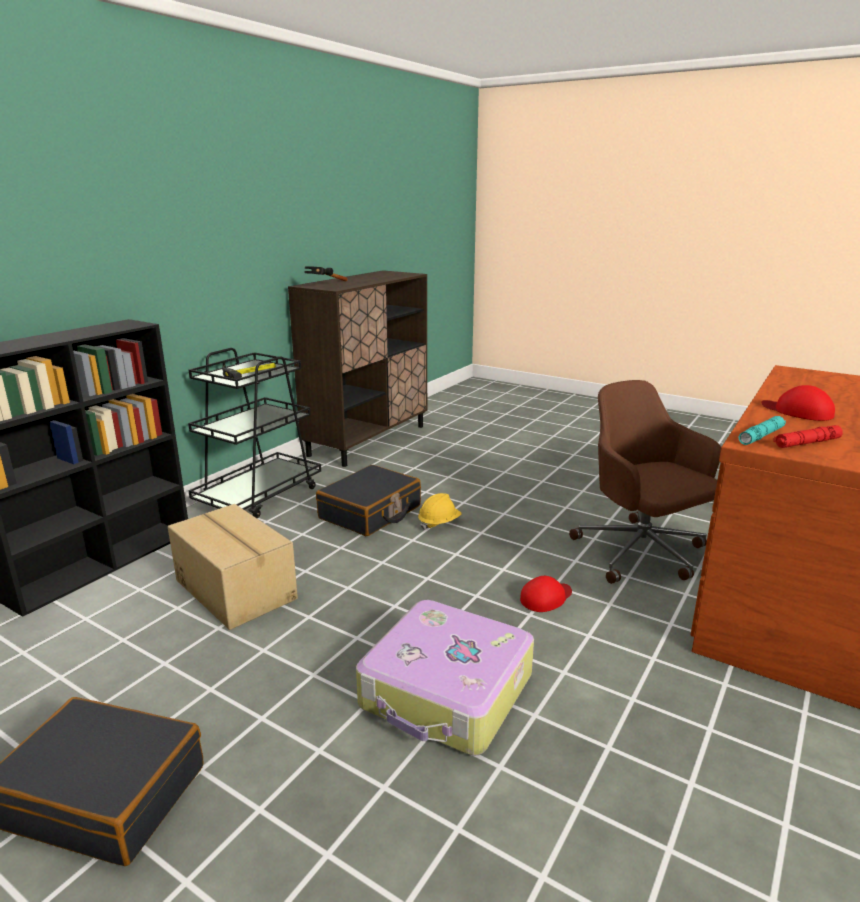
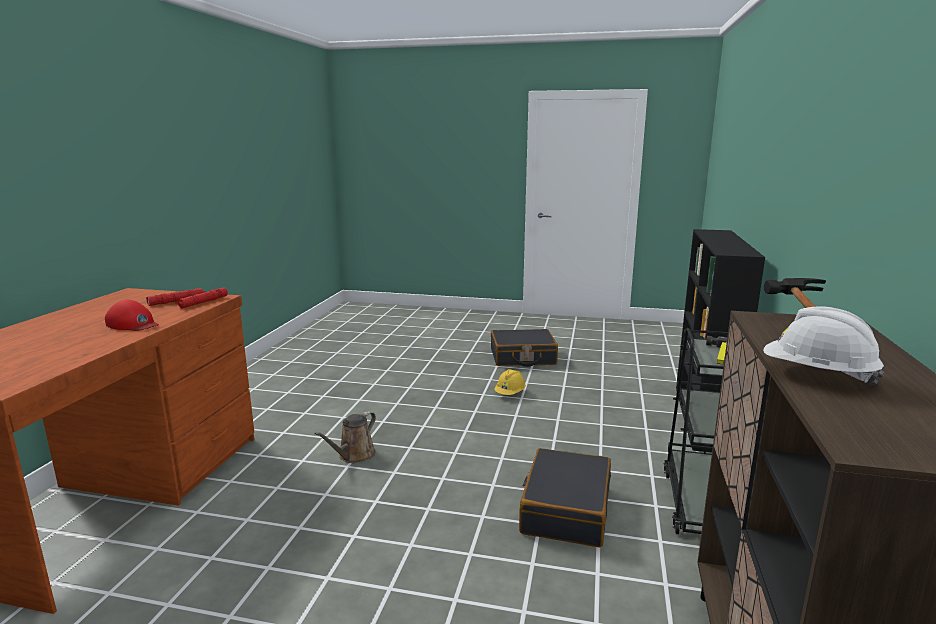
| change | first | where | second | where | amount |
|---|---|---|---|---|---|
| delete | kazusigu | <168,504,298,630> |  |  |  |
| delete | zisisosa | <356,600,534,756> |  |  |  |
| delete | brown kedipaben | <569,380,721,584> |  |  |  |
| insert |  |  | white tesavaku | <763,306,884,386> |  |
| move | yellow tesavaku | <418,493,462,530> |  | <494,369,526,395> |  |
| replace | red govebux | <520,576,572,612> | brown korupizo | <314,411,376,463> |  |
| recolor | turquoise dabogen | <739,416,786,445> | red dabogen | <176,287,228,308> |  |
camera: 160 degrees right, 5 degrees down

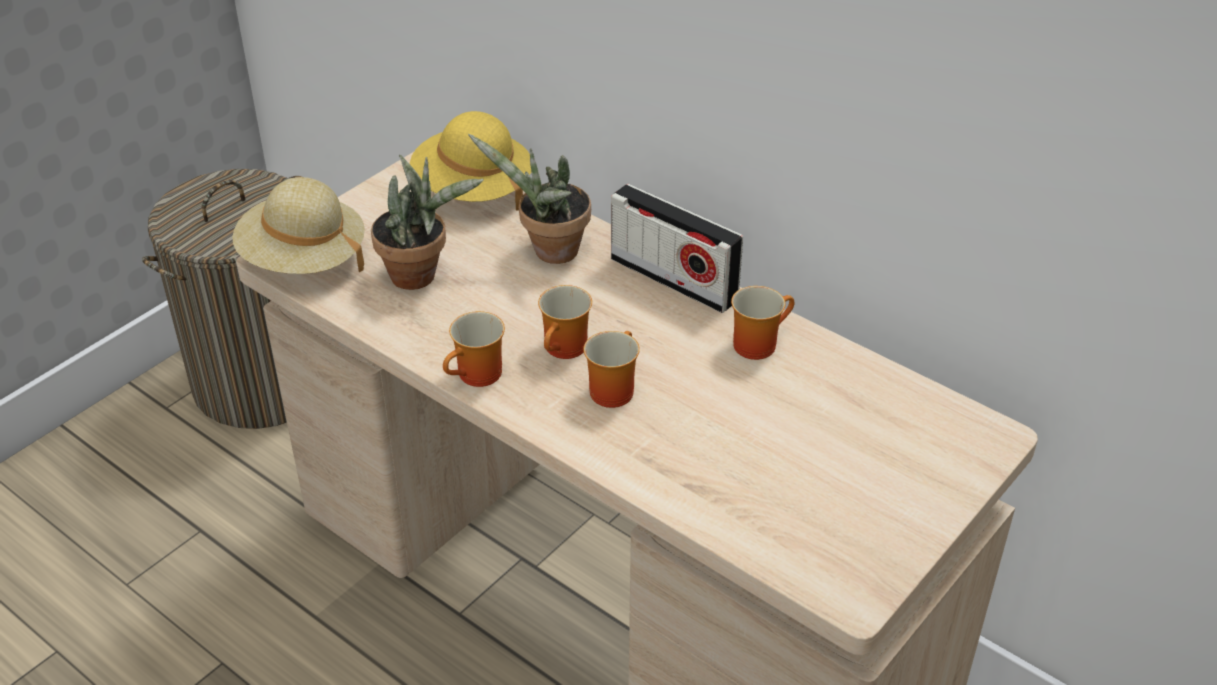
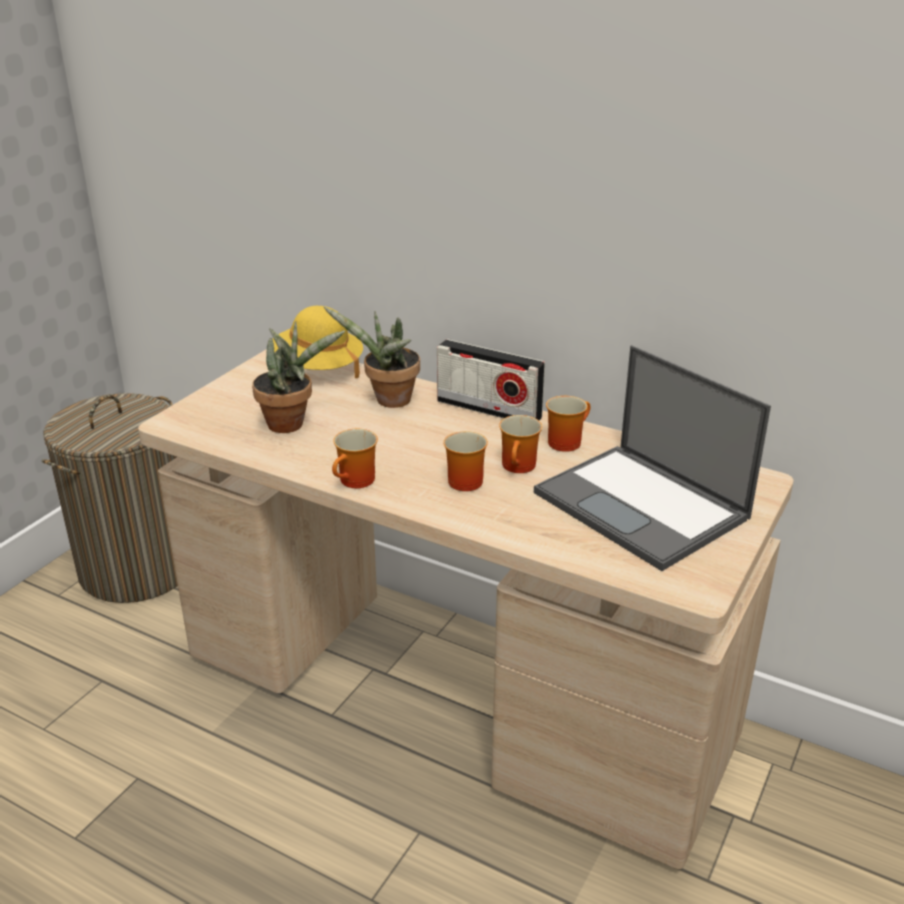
| change | first | where | second | where | amount |
|---|---|---|---|---|---|
| delete | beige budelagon | <232,177,365,274> |  |  |  |
| insert |  |  | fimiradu | <534,345,771,571> |  |
| move | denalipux | <538,285,592,359> |  | <499,415,542,473> |  |
camera: 10 degrees left, 10 degrees down

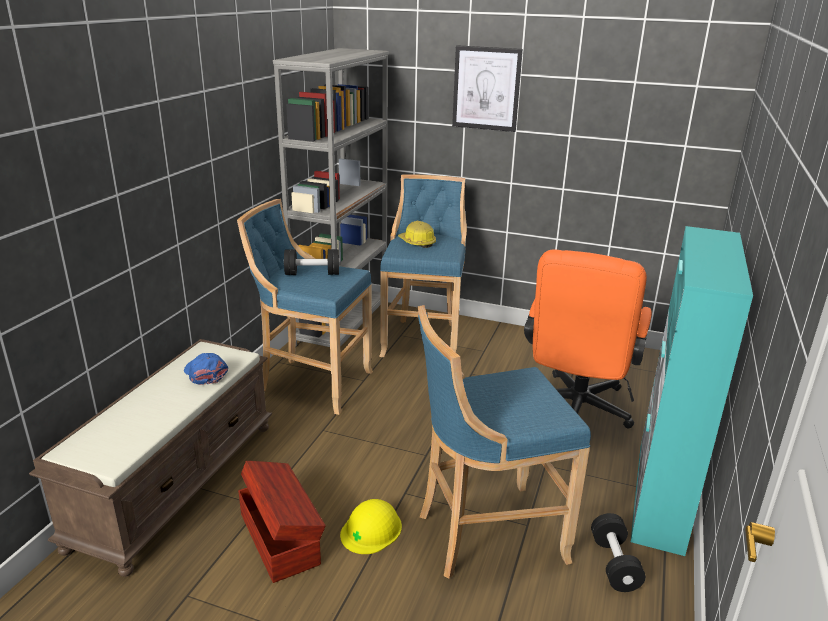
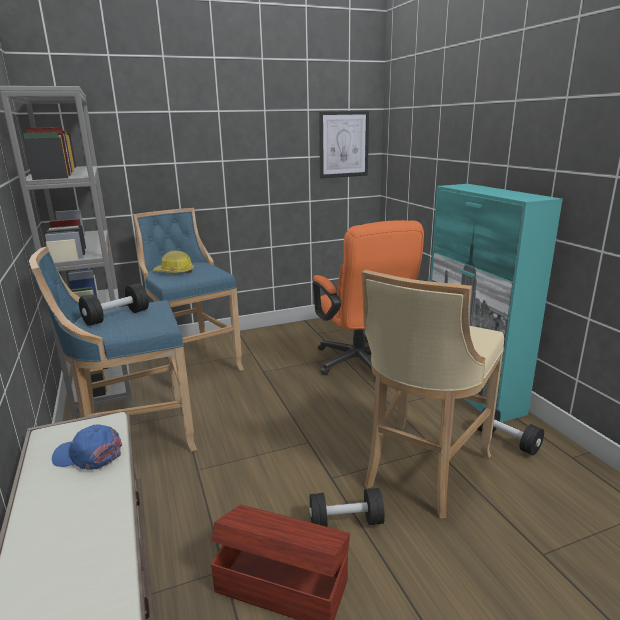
| change | first | where | second | where | amount |
|---|---|---|---|---|---|
| move | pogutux | <452,45,523,132> |  | <319,111,369,178> |  |
| replace | yellow tesavaku | <340,499,402,554> | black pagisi | <309,488,385,527> |  |
| recolor | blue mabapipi | <418,305,591,579> | beige mabapipi | <362,270,504,518> |  |
camera: 40 degrees left, 5 degrees down

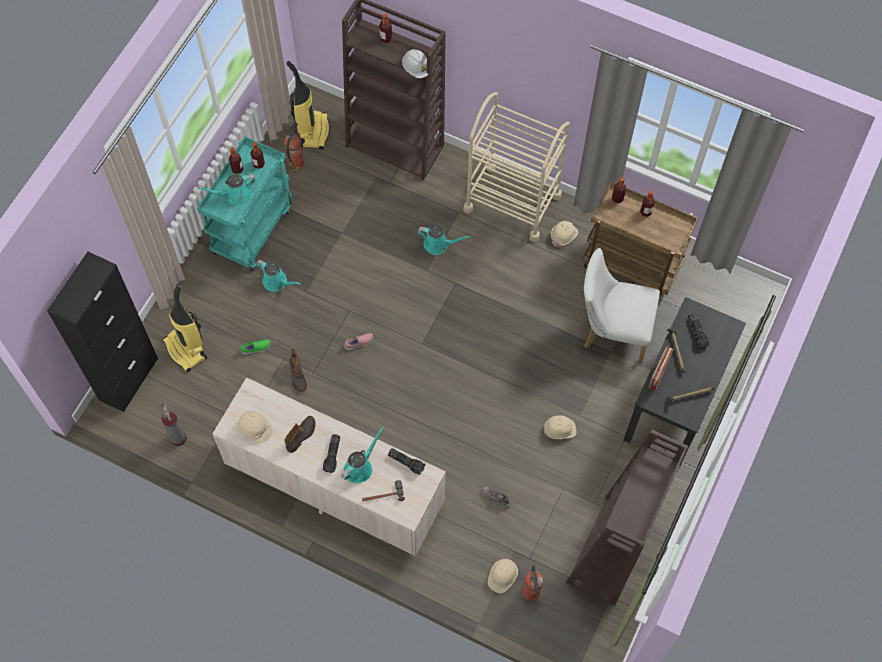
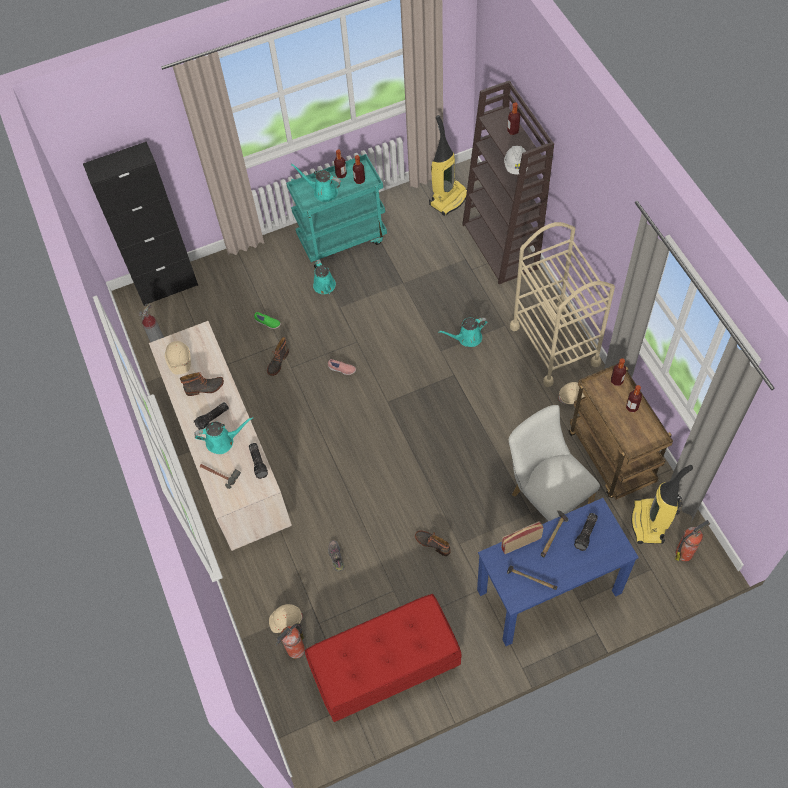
| change | first | where | second | where | amount |
|---|---|---|---|---|---|
| move | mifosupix | <163,283,207,372> |  | <631,465,693,544> |  |
| move | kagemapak | <284,122,304,171> |  | <675,520,710,561> |  |
| replace | beige tesavaku | <544,415,576,439> | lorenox | <415,531,451,556> |  |
| replace | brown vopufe | <565,430,688,606> | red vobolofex | <305,594,461,722> |  |
| recolor | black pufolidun | <624,297,746,465> | blue pufolidun | <477,498,639,646> |  |
| rotate | turquoise korupizo | <417,225,471,255> |  | <438,317,488,347> | 105 degrees clockwise |
camera: 45 degrees right, 5 degrees down

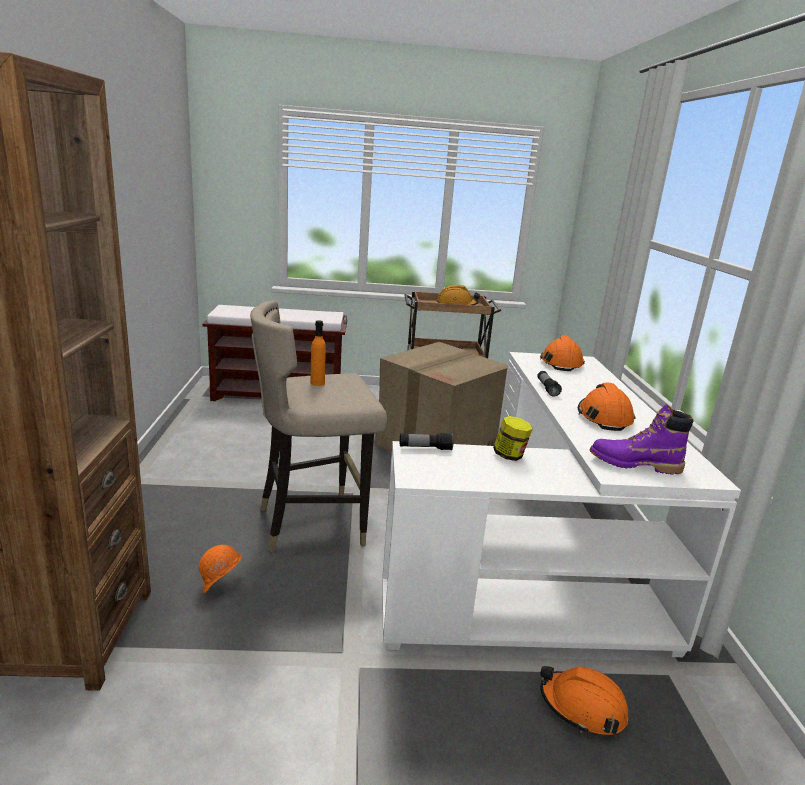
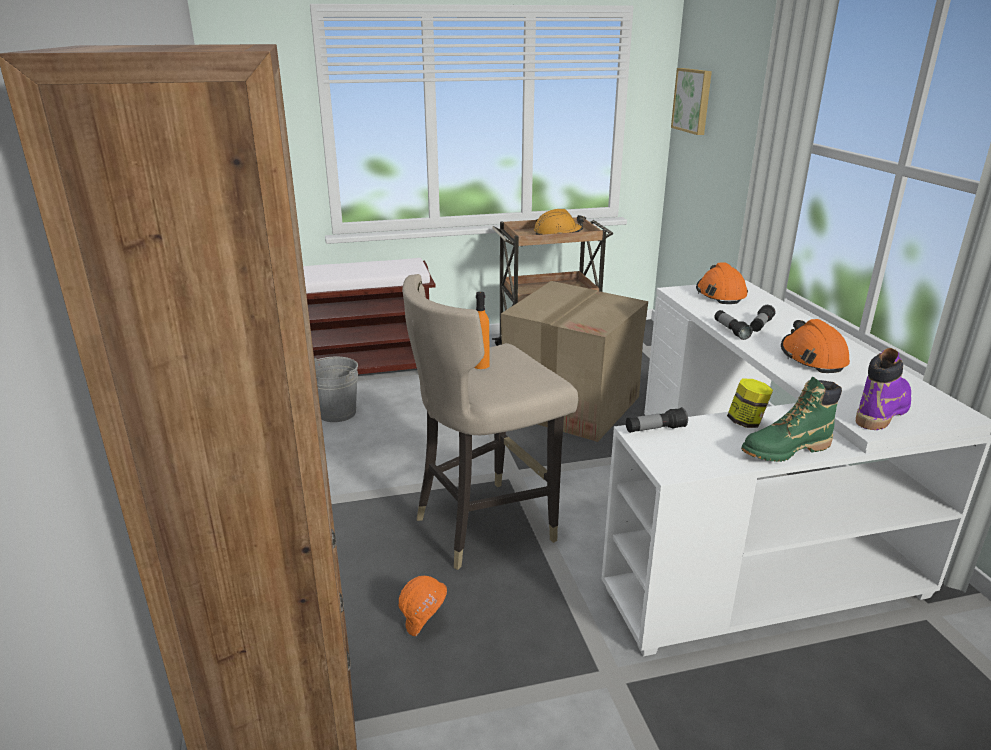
| change | first | where | second | where | amount |
|---|---|---|---|---|---|
| delete | orange tesavaku | <540,666,628,735> |  |  |  |
| insert |  |  | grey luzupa | <314,357,358,422> |  |
| insert |  |  | pogutux | <671,68,712,135> |  |
| insert |  |  | green lorenox | <741,377,842,462> |  |
| insert |  |  | dabogen | <750,305,775,332> |  |
| rotate | purple lorenox | <589,404,693,475> |  | <856,348,911,430> | 135 degrees clockwise |
camera: 10 degrees left, 5 degrees up

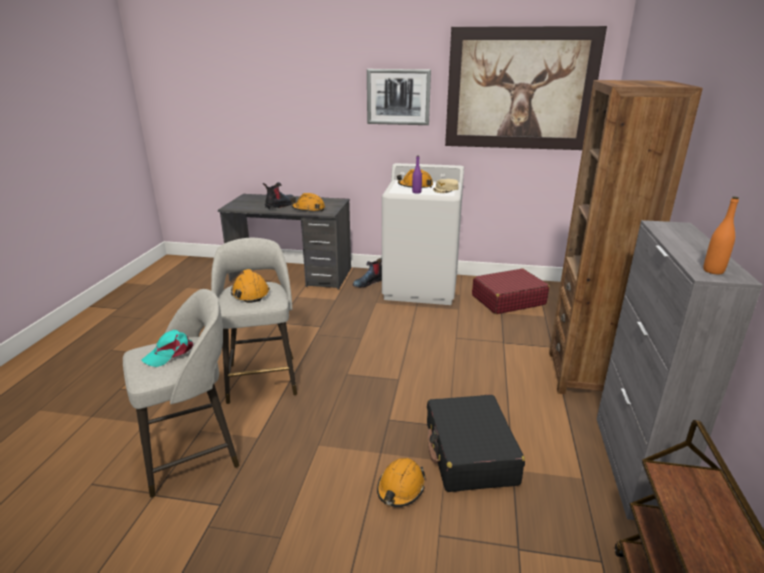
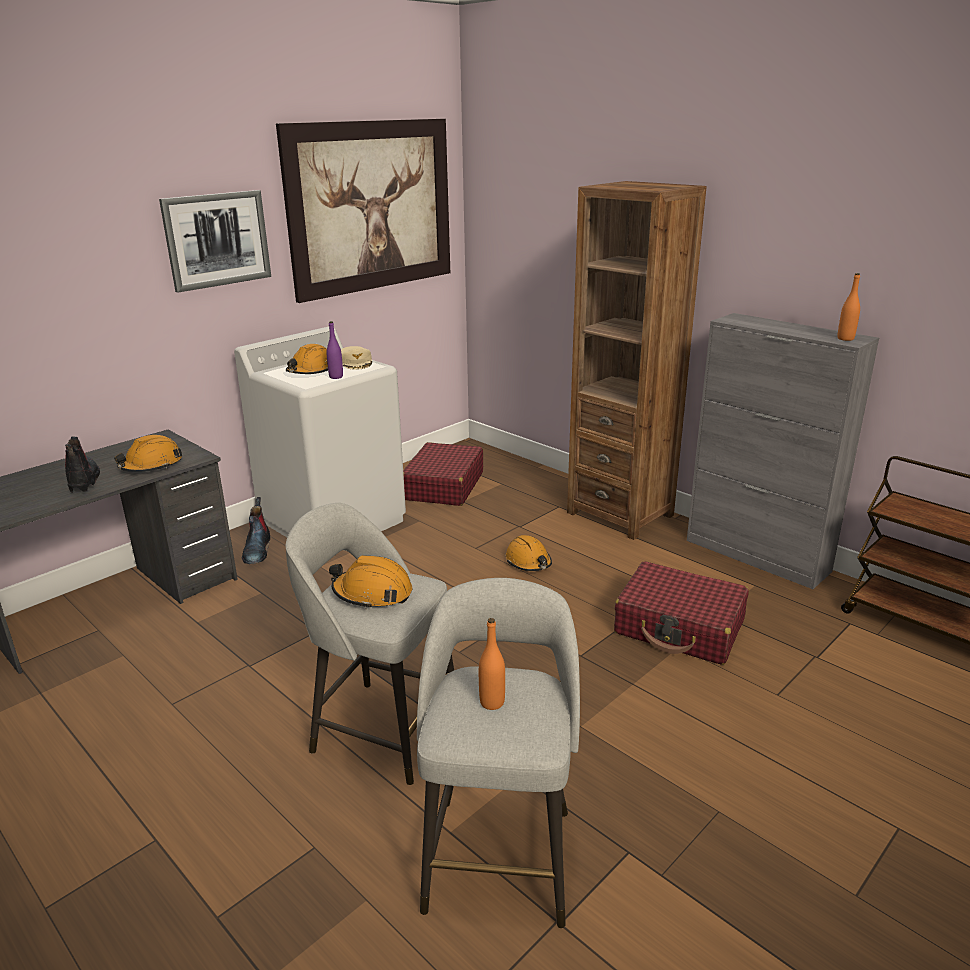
| change | first | where | second | where | amount |
|---|---|---|---|---|---|
| move | orange tesavaku | <377,458,426,507> |  | <506,535,552,571> |  |
| replace | turquoise govebux | <142,330,193,367> | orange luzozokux | <479,618,505,710> |  |
| recolor | black zisisosa | <427,395,525,492> | red zisisosa | <614,561,749,665> |  |
camera: 55 degrees left, 0 degrees up

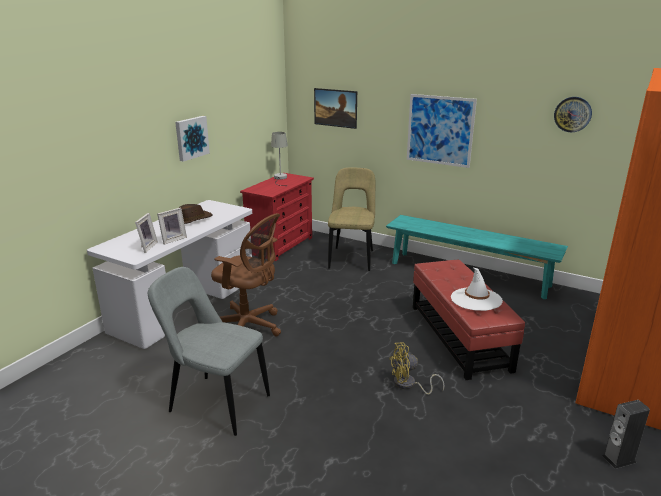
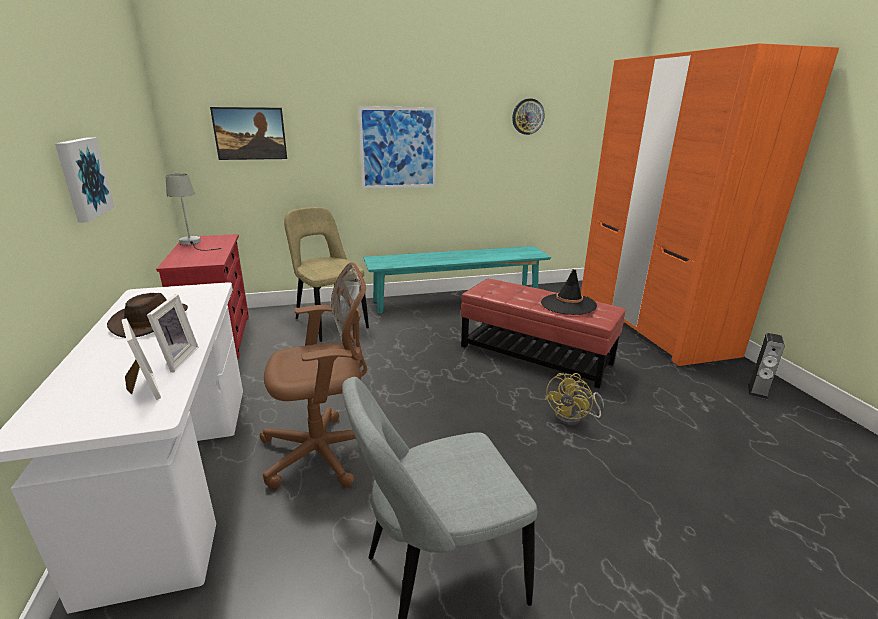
| change | first | where | second | where | amount |
|---|---|---|---|---|---|
| recolor | white budelagon | <451,268,503,311> | black budelagon | <541,269,597,315> |  |
camera: 45 degrees left, 0 degrees up

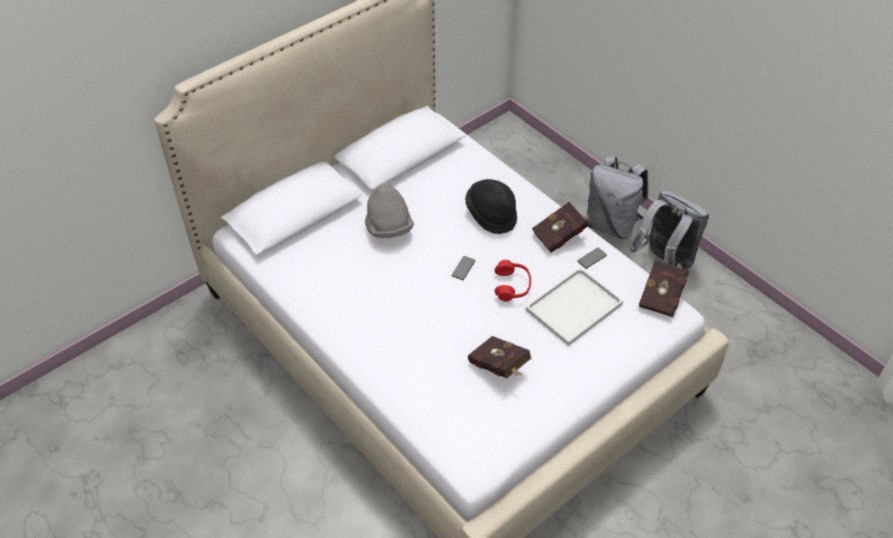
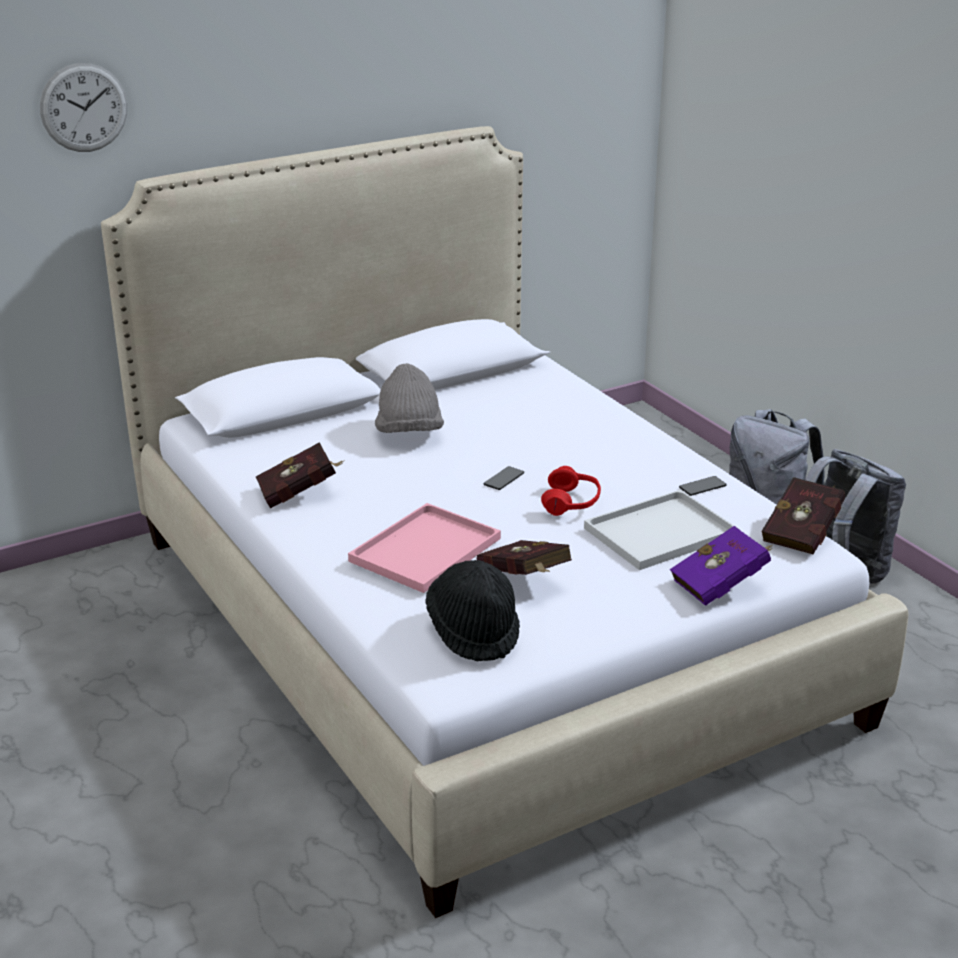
| change | first | where | second | where | amount |
|---|---|---|---|---|---|
| insert |  |  | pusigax | <40,63,127,152> |  |
| insert |  |  | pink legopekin | <348,503,501,593> |  |
| insert |  |  | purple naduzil | <670,526,773,606> |  |
| move | black budelagon | <465,179,517,234> |  | <425,560,520,661> |  |
| move | red naduzil | <532,202,590,253> |  | <256,442,345,508> |  |
camera: 10 degrees right, 20 degrees down

